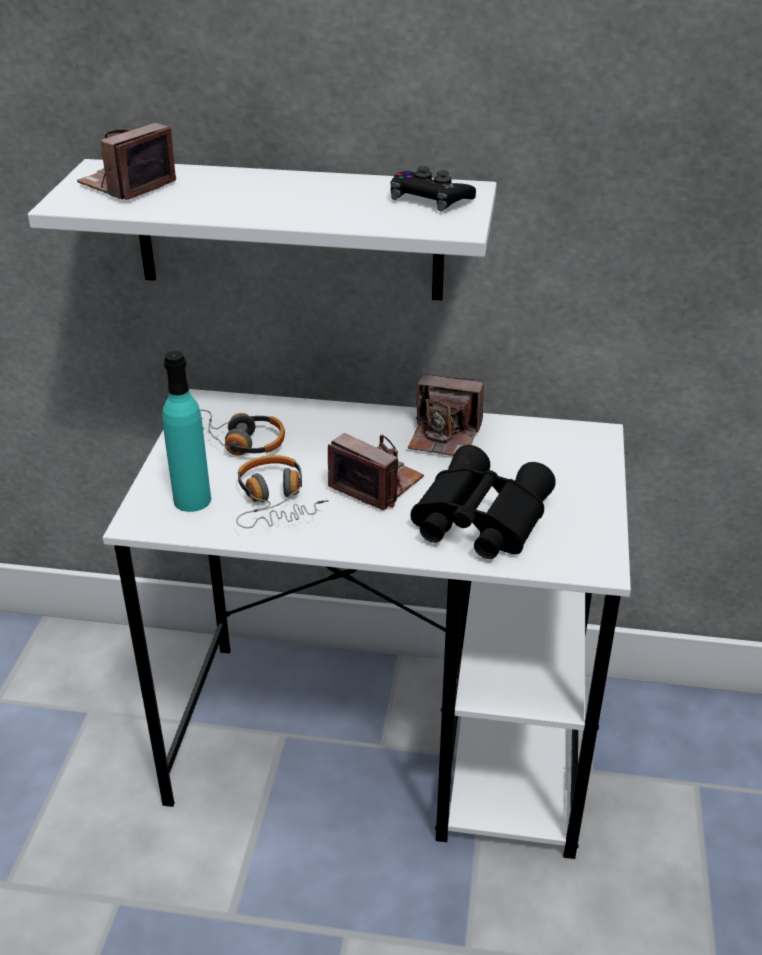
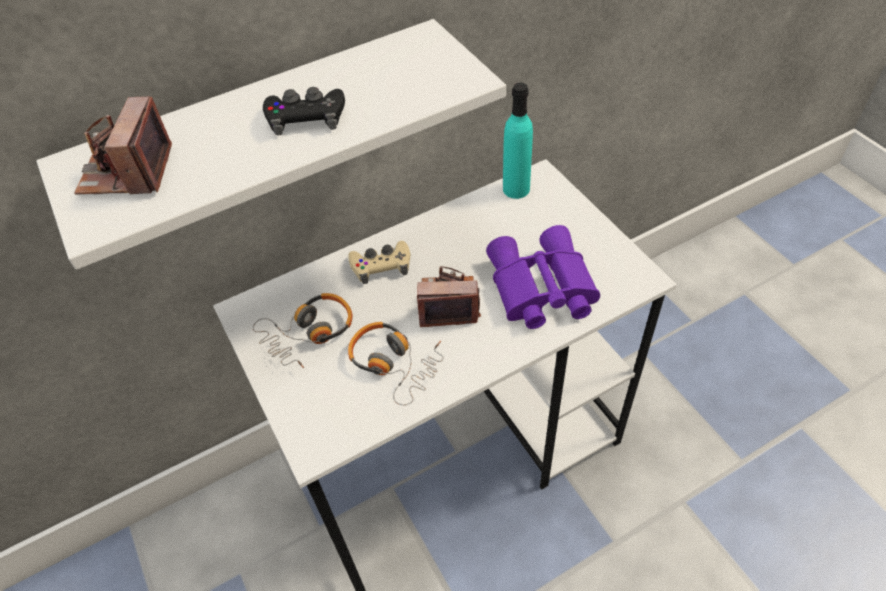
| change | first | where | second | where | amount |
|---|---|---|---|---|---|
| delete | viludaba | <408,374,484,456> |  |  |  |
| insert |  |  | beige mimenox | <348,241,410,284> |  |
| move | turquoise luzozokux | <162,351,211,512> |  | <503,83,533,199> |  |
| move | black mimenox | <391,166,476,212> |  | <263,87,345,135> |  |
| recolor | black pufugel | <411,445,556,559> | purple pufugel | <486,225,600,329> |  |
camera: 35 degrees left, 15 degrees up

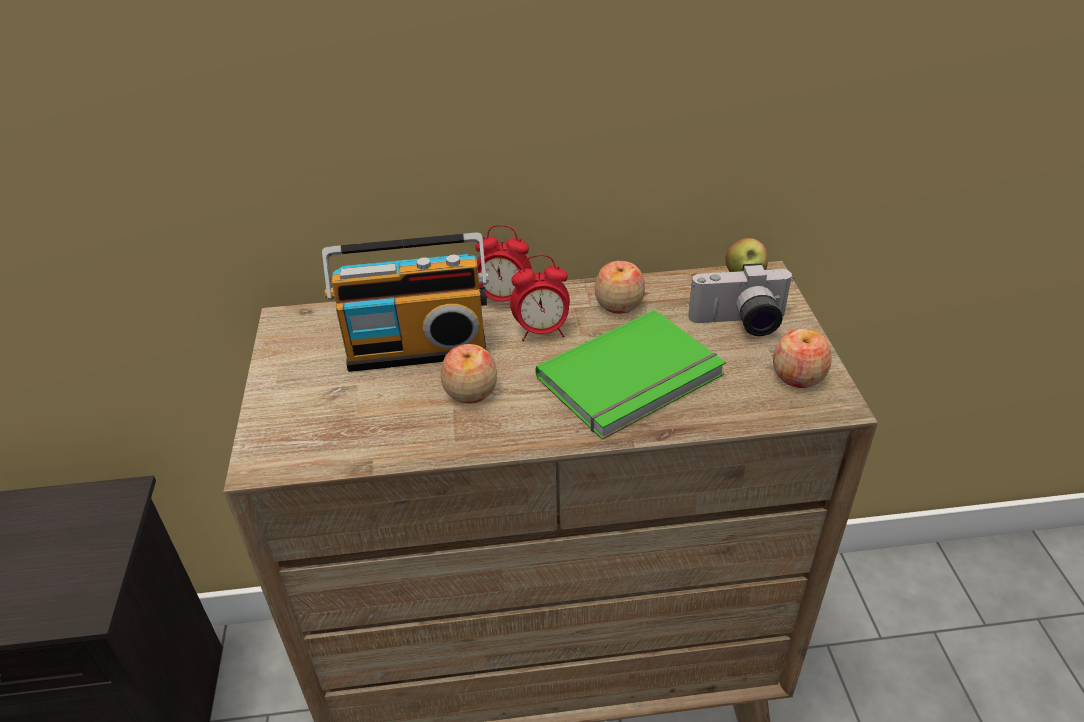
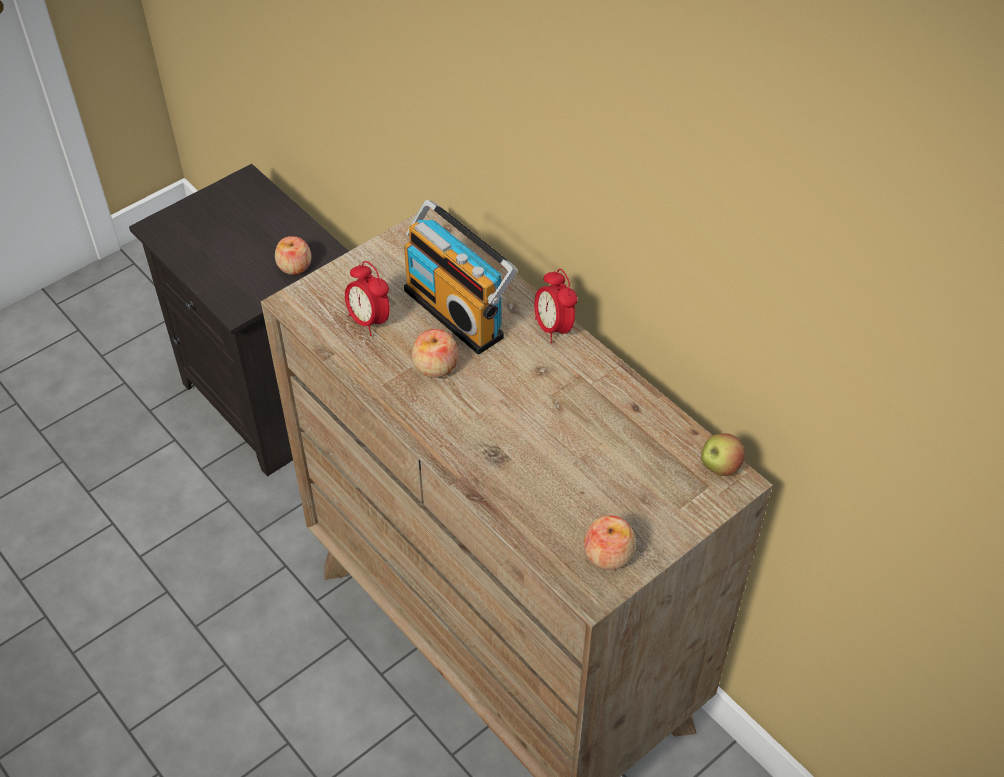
| change | first | where | second | where | amount |
|---|---|---|---|---|---|
| delete | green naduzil | <535,310,726,440> |  |  |  |
| delete | viludaba | <688,263,794,336> |  |  |  |
| move | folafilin | <510,255,570,341> |  | <345,261,390,336> |  |
| move | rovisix | <595,261,645,314> |  | <275,236,311,275> |  |
camera: 55 degrees right, 10 degrees up

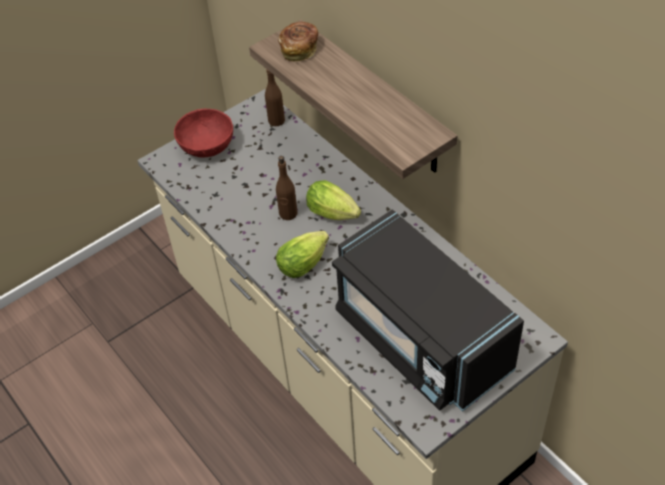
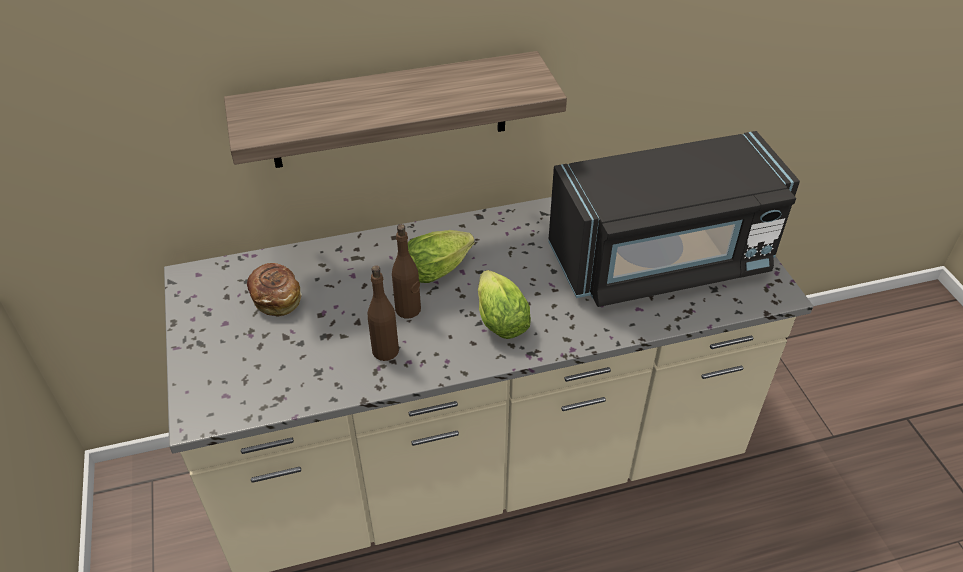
| change | first | where | second | where | amount |
|---|---|---|---|---|---|
| delete | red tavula | <174,109,233,158> |  |  |  |
| move | brown luzozokux | <265,69,285,126> |  | <368,265,399,361> |  |
| move | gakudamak | <278,22,318,62> |  | <247,263,302,316> |  |
camera: 70 degrees left, 5 degrees down

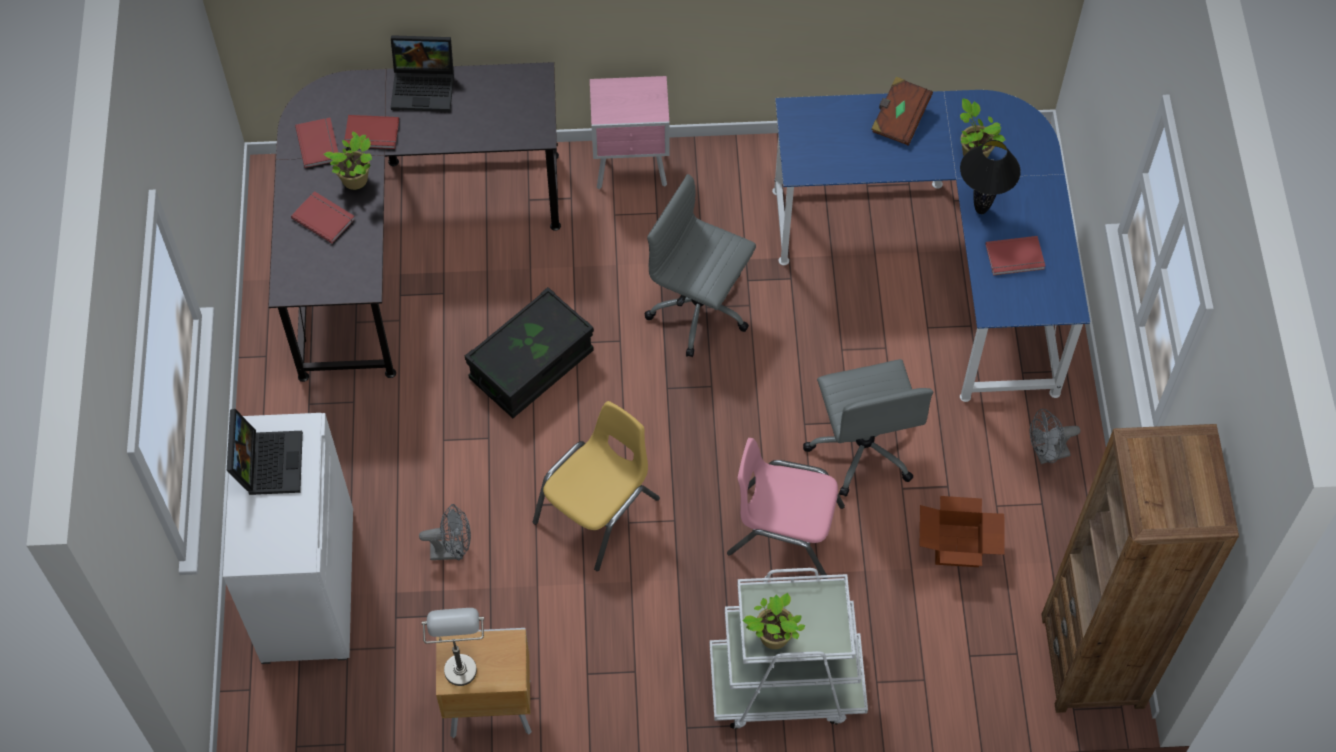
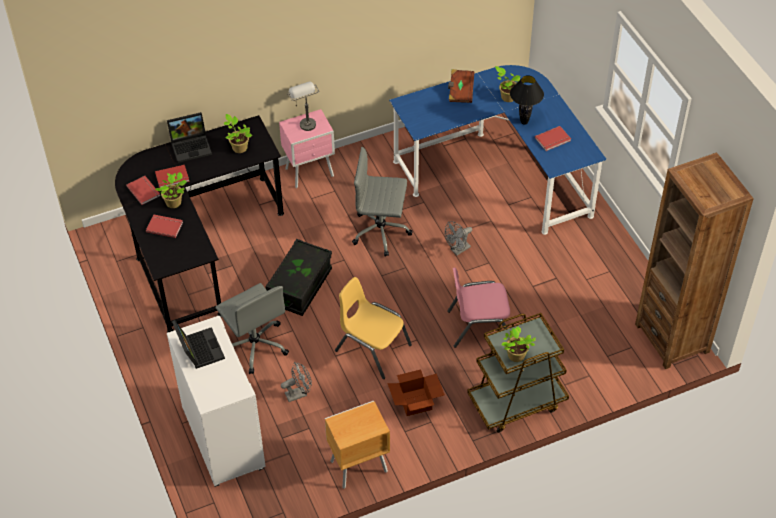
| change | first | where | second | where | amount |
|---|---|---|---|---|---|
| insert |  |  | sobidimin | <224,114,252,153> |  |
| move | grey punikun | <422,608,484,686> |  | <287,82,319,131> |  |
| move | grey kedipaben | <803,359,933,497> |  | <215,283,289,374> |  |
| move | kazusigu | <920,496,1005,567> |  | <387,369,445,416> |  |
| move | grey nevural | <1030,409,1080,464> |  | <445,221,472,255> |  |
| recolor | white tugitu | <710,568,868,729> | brown tugitu | <467,313,569,433> |  |
| rotate | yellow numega | <533,401,660,571> |  | <335,277,412,379> | 75 degrees counterclockwise |
camera: 20 degrees left, 10 degrees down

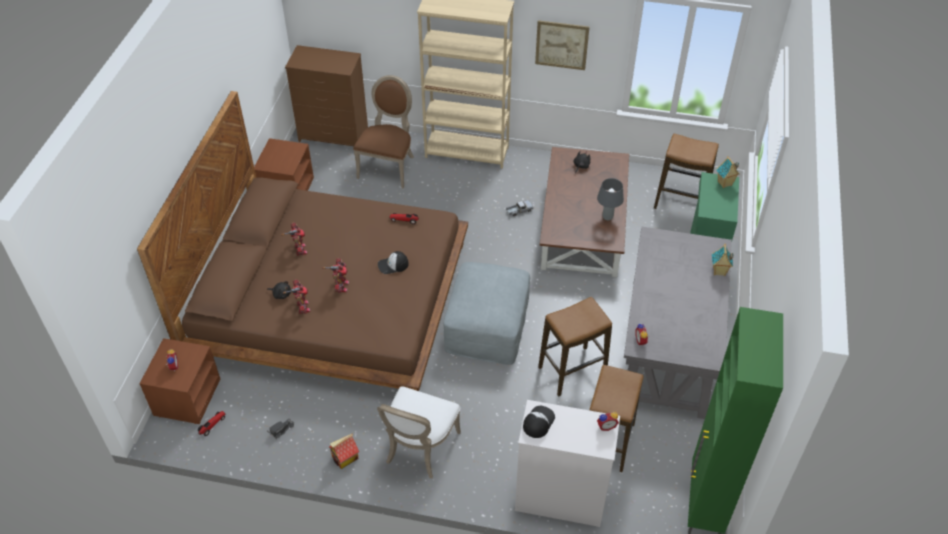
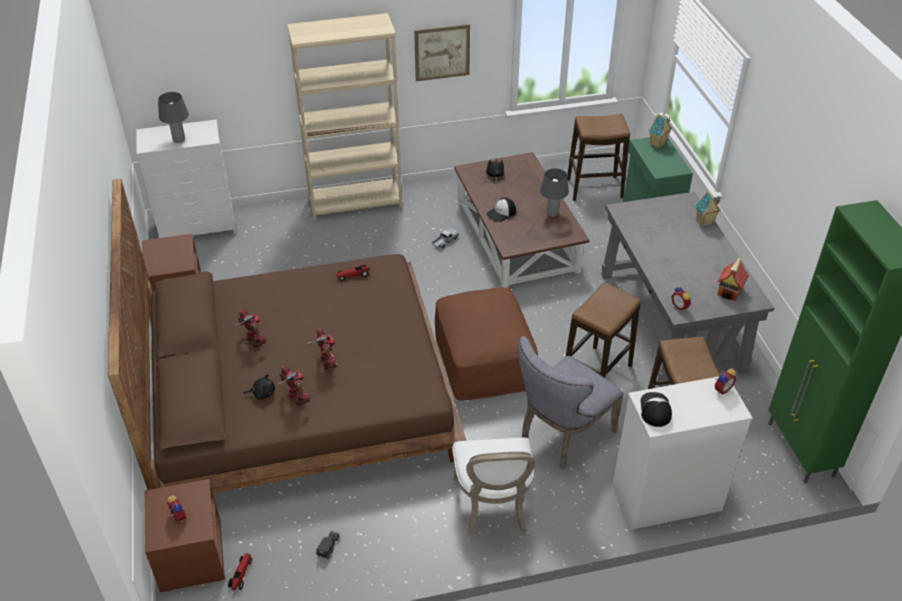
| change | first | where | second | where | amount |
|---|---|---|---|---|---|
| delete | brown numega | <353,75,414,188> |  |  |  |
| insert |  |  | grey punikun | <158,92,189,143> |  |
| insert |  |  | grey numega | <518,336,624,469> |  |
| move | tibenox | <329,433,359,469> |  | <717,256,749,301> |  |
| move | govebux | <378,251,409,274> |  | <486,198,516,222> |  |
| recolor | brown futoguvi | <285,45,368,146> | white futoguvi | <136,119,236,238> |  |
| recolor | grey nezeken | <444,262,530,365> | brown nezeken | <435,287,538,400> |  |
camera: 25 degrees left, 5 degrees down

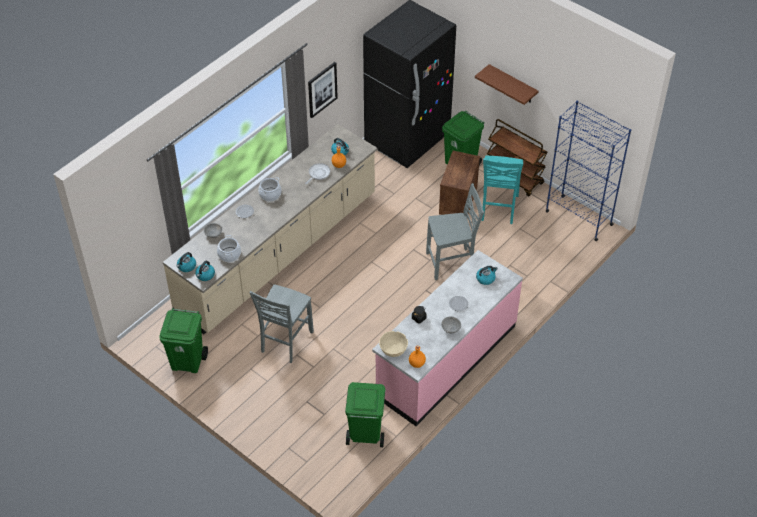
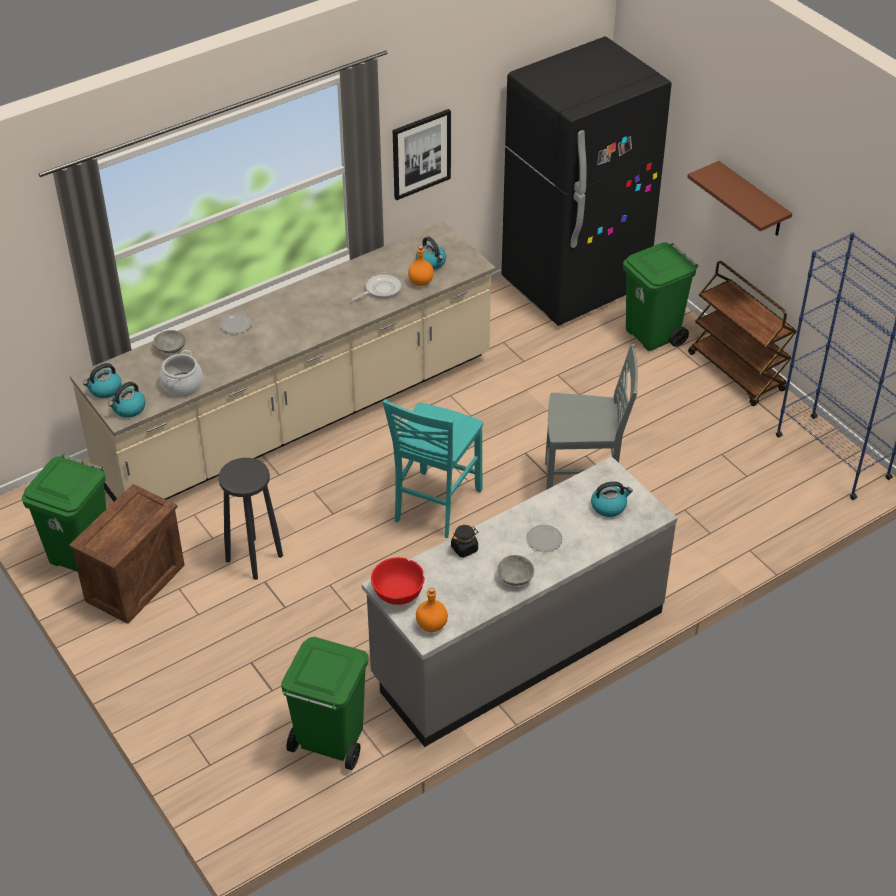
| change | first | where | second | where | amount |
|---|---|---|---|---|---|
| delete | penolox | <258,177,282,202> |  |  |  |
| move | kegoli | <439,151,480,215> |  | <69,484,185,624> |  |
| move | turquoise numega | <481,156,523,224> |  | <383,399,483,538> |  |
| replace | grey numega | <249,285,314,363> | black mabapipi | <218,458,283,580> |  |
| recolor | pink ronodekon | <372,250,523,426> | grey ronodekon | <362,457,678,747> |  |
| recolor | beige tavula | <379,331,408,357> | red tavula | <371,557,425,605> |  |
camera: 15 degrees right, 5 degrees down

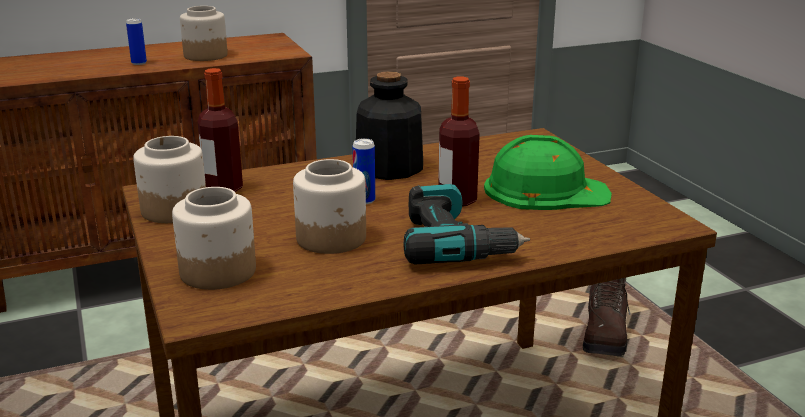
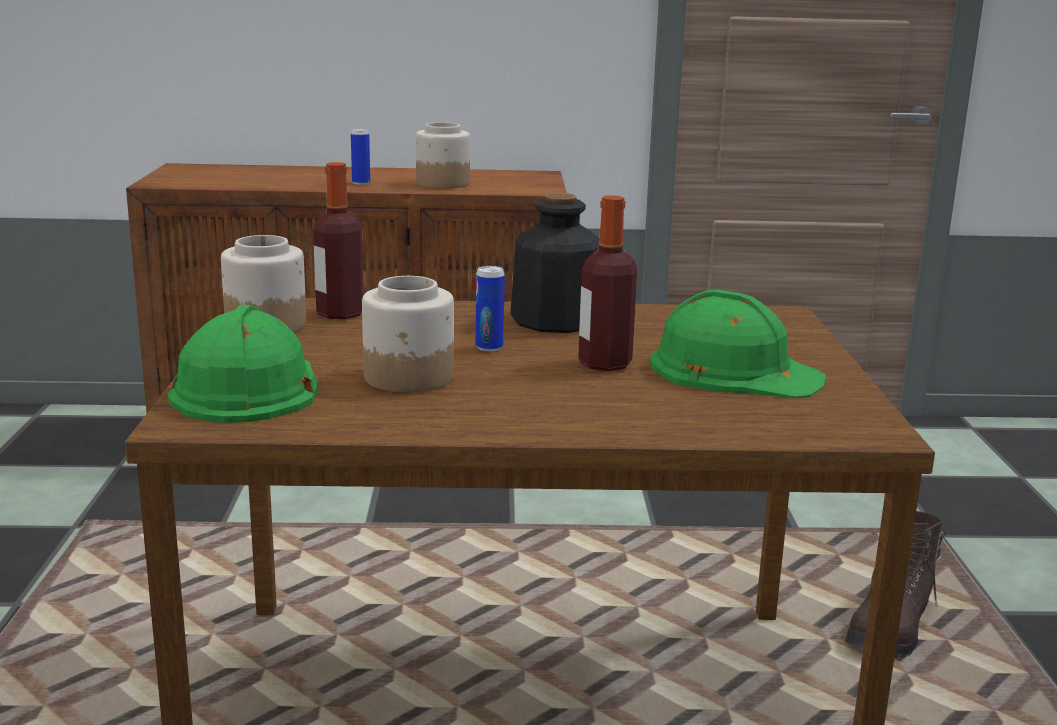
| change | first | where | second | where | amount |
|---|---|---|---|---|---|
| delete | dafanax | <403,184,530,264> |  |  |  |
| replace | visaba | <172,187,256,290> | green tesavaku | <168,305,318,423> |  |
camera: 20 degrees right, 5 degrees down

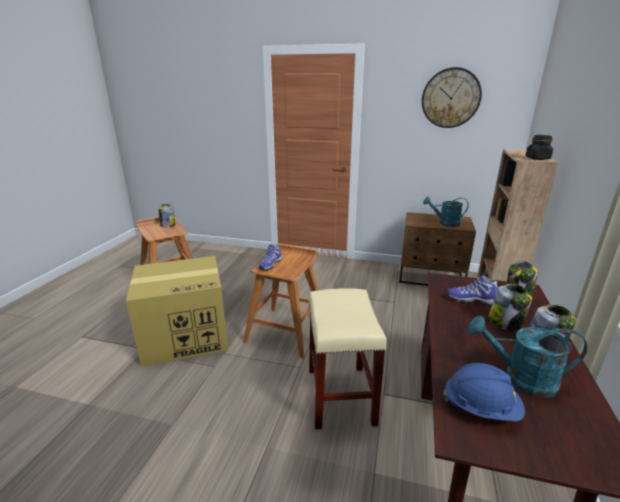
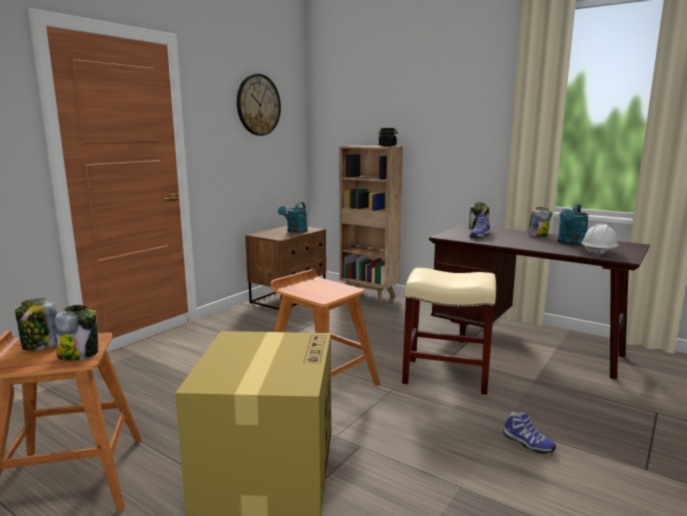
| change | first | where | second | where | amount |
|---|---|---|---|---|---|
| move | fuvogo | <259,244,282,271> |  | <503,411,556,454> |  |
| move | visaba | <488,284,532,331> |  | <55,305,98,361> |  |
| recolor | blue tesavaku | <443,363,525,421> | white tesavaku | <581,224,619,256> |  |
camera: 70 degrees left, 10 degrees down

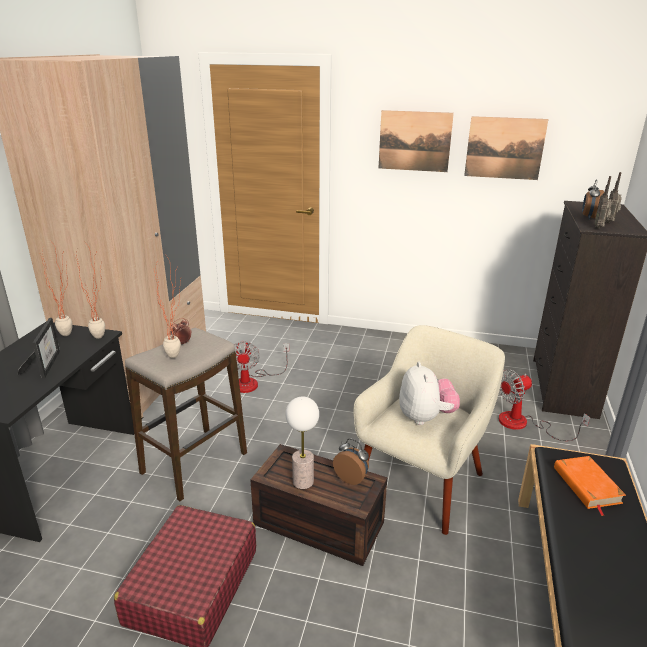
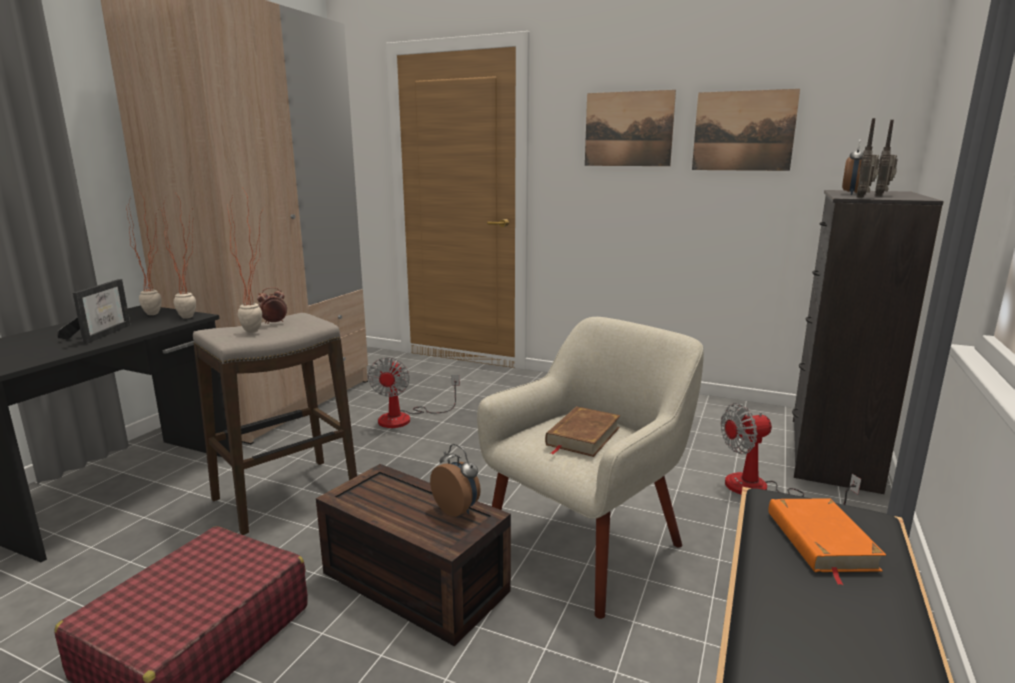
| change | first | where | second | where | amount |
|---|---|---|---|---|---|
| delete | punikun | <285,397,319,489> |  |  |  |
| replace | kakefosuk | <399,362,460,425> | brown naduzil | <545,406,620,457> |  |
camera: 10 degrees right, 10 degrees down

